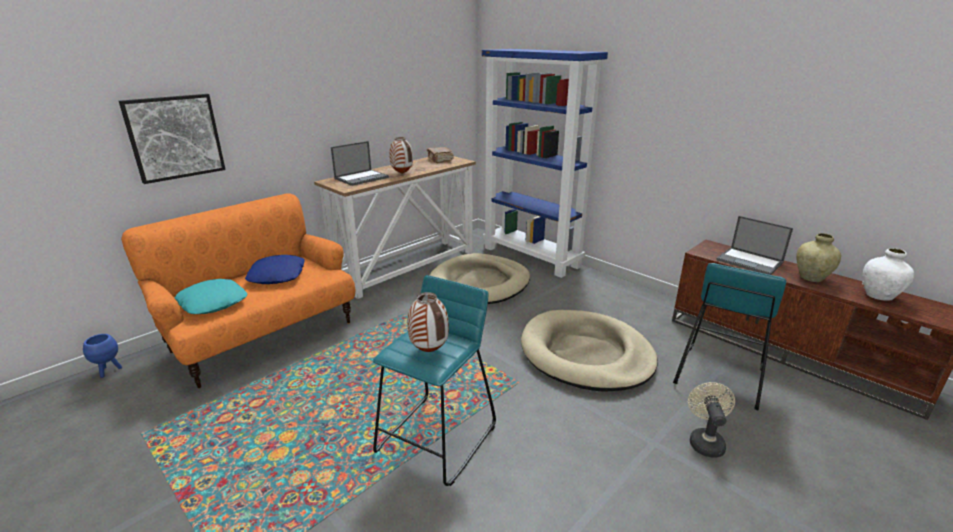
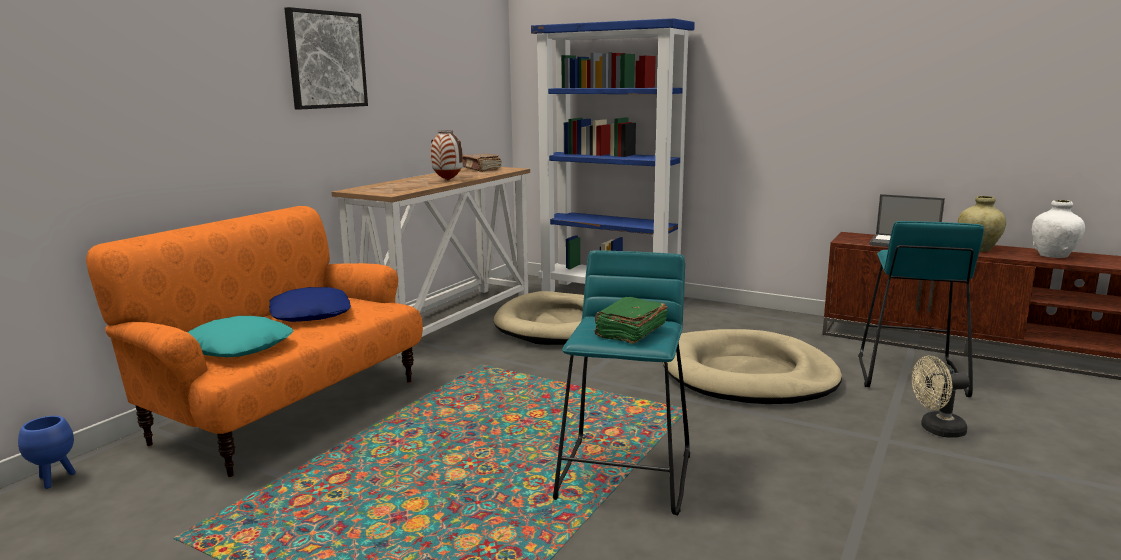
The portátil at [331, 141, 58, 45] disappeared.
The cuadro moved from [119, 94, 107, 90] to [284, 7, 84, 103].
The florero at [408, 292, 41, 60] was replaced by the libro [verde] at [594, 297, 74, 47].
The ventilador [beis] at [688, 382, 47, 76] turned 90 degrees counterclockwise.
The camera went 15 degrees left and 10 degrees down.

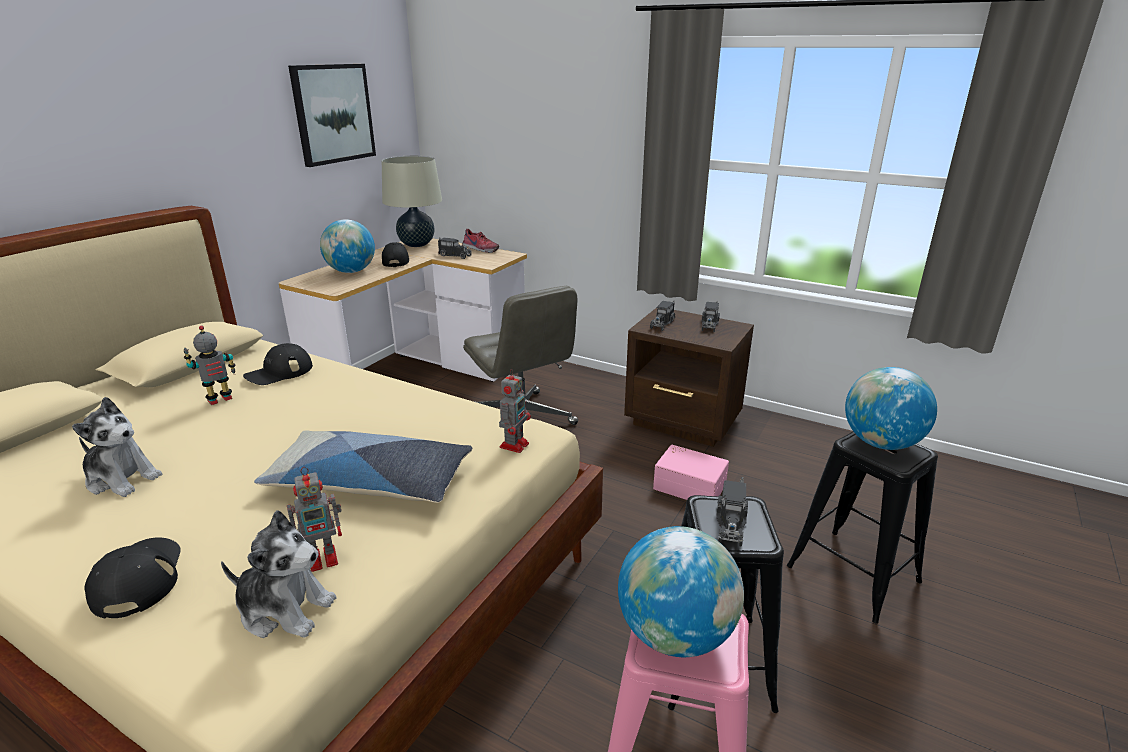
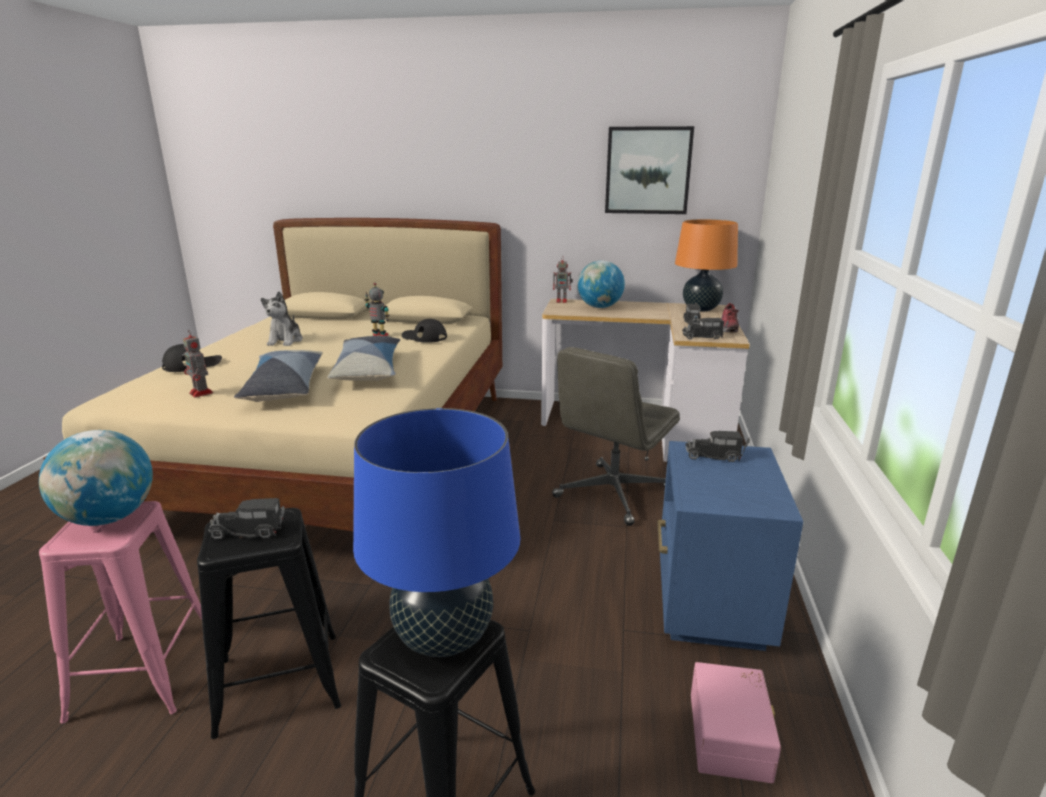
The peluche at [221, 510, 115, 128] disappeared.
The gorra [negro] at [382, 242, 27, 25] disappeared.
The cojín at [327, 336, 73, 45] appeared.
The robot de juguete moved from [499, 369, 32, 84] to [553, 256, 20, 47].
The caja de almacenaje [rosa] moved from [653, 445, 76, 55] to [691, 662, 90, 121].
The camión de juguete moved from [701, 300, 19, 32] to [682, 318, 47, 21].
The globo terráqueo at [845, 367, 92, 83] was replaced by the lámpara de mesa [azul] at [353, 408, 168, 249].
The lámpara de mesa [beis] at [382, 156, 60, 91] became the lámpara de mesa [naranja] at [675, 219, 63, 92].
The mesita de noche [marrón] at [624, 308, 130, 139] became the mesita de noche [azul] at [657, 441, 146, 210].
The camera went 70 degrees right and 5 degrees down.

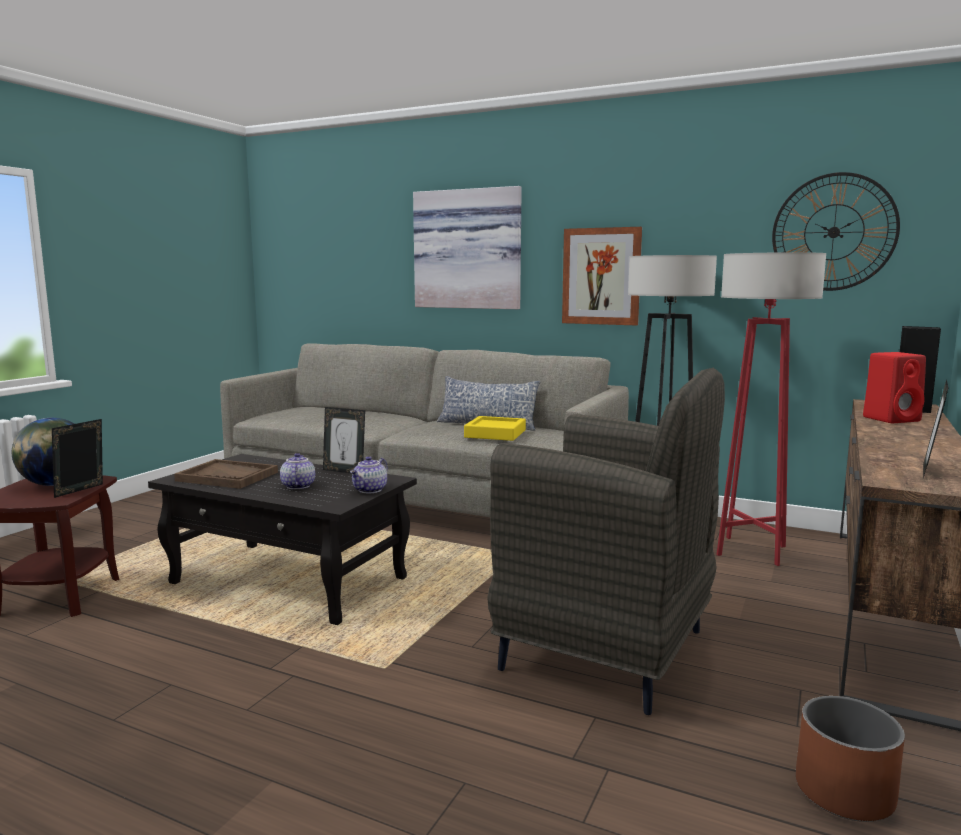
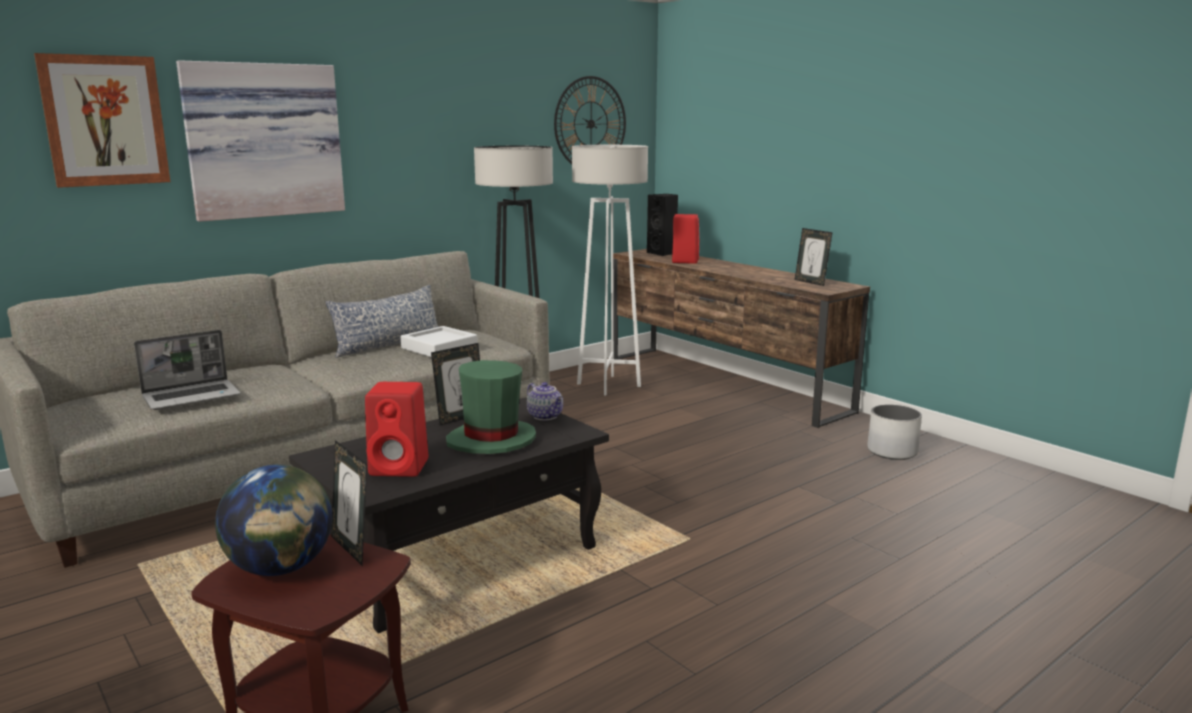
The sillón [gris] at [487, 367, 238, 348] disappeared.
The portátil at [134, 330, 107, 80] appeared.
The cuadro moved from [562, 227, 80, 98] to [34, 53, 136, 135].
The bandeja [marrón] at [174, 459, 104, 30] was replaced by the altavoz [rojo] at [365, 382, 63, 95].
The tetera at [280, 453, 35, 36] was replaced by the sombrero [verde] at [446, 360, 90, 94].
The bandeja [amarillo] at [464, 416, 62, 25] became the bandeja [blanco] at [401, 326, 77, 31].
The lámpara de pie [rojo] at [716, 252, 110, 314] became the lámpara de pie [blanco] at [572, 145, 76, 251].
The maceta [marrón] at [796, 696, 109, 126] became the maceta [blanco] at [867, 405, 55, 55].
The camera went 65 degrees left and 5 degrees up.

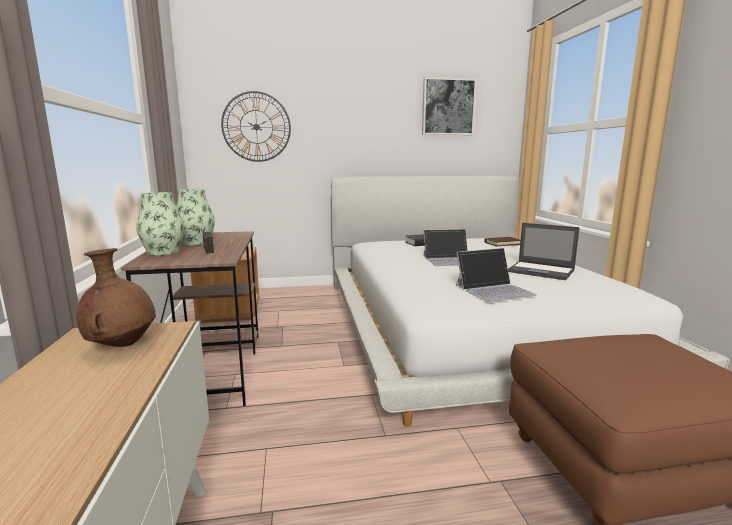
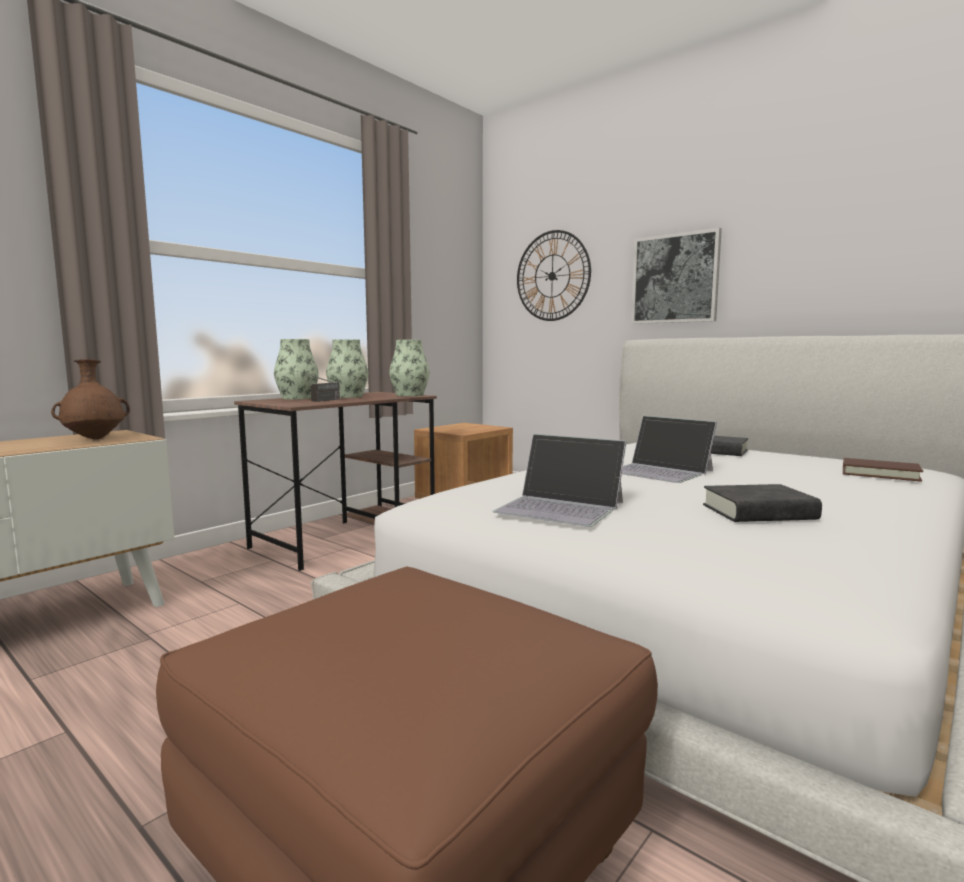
The florero at [389, 340, 41, 56] appeared.
The cuadro moved from [422, 77, 55, 58] to [631, 228, 91, 96].
The portátil at [508, 223, 72, 57] was replaced by the libro [negro] at [703, 484, 119, 38].
The camera went 50 degrees right and 5 degrees down.

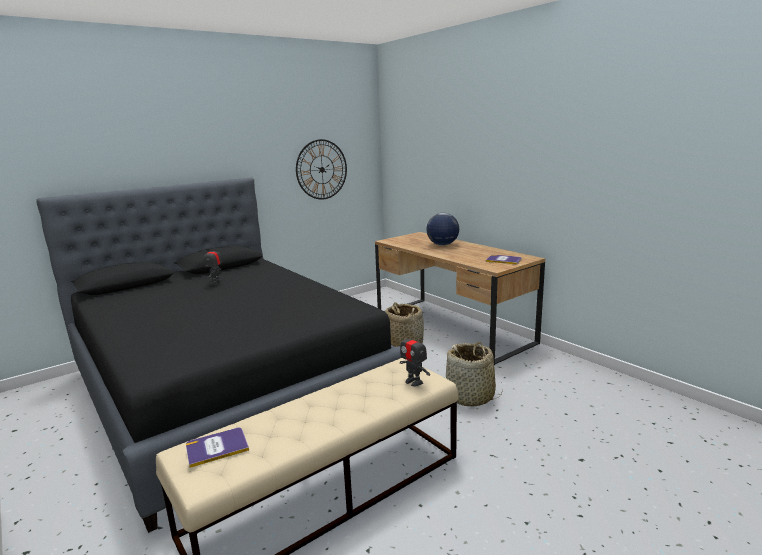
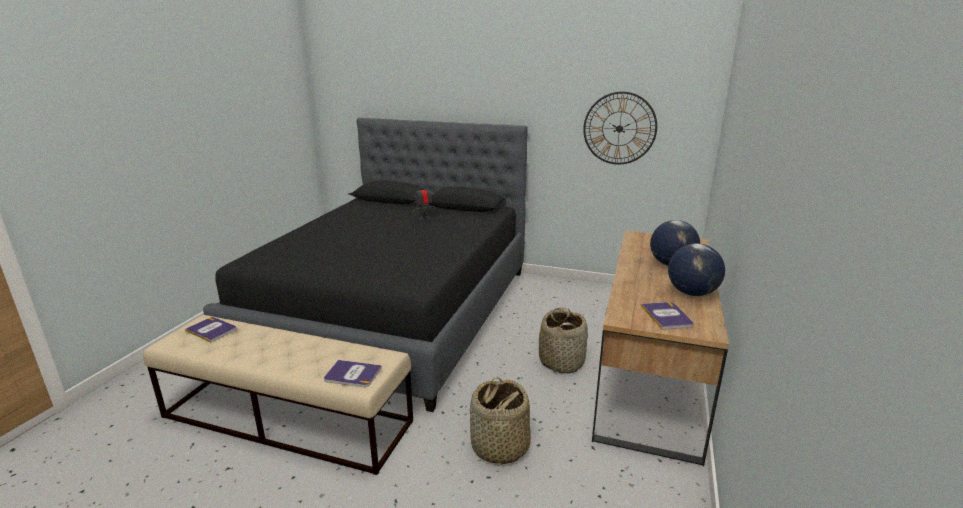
The globo terráqueo at [668, 243, 57, 53] appeared.
The robot de juguete at [400, 328, 30, 59] was replaced by the libro at [324, 360, 58, 27].
The camera went 55 degrees right and 5 degrees up.

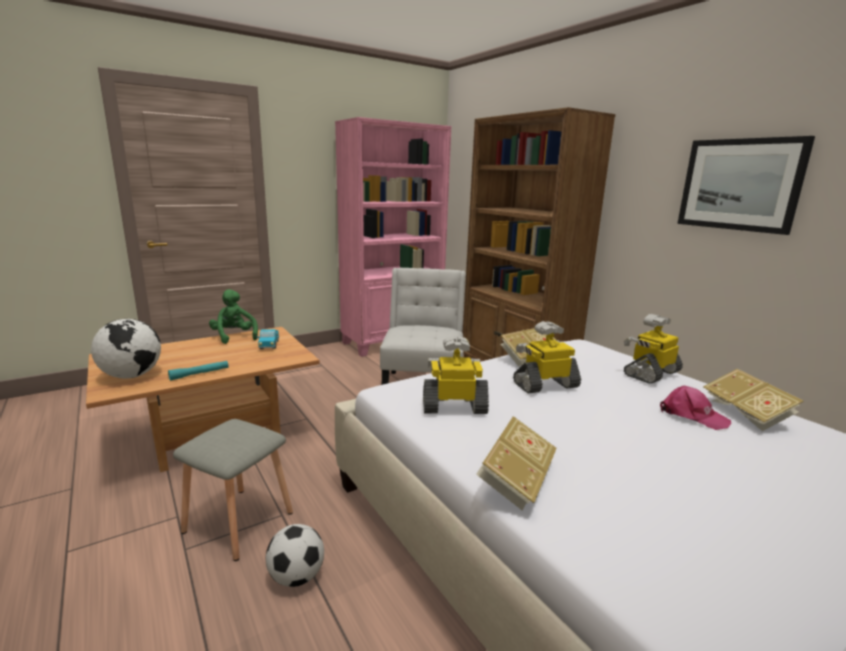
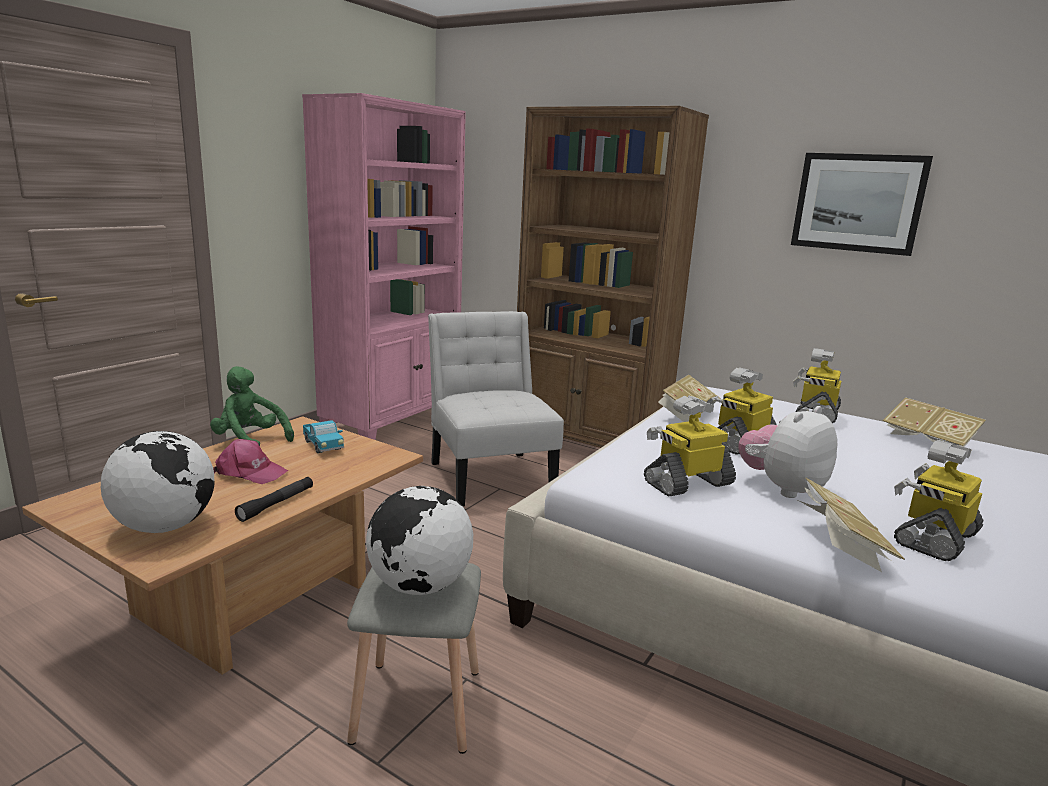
The balón de fútbol at [266, 524, 58, 63] disappeared.
The globo terráqueo at [366, 486, 107, 109] appeared.
The peluche at [738, 406, 99, 92] appeared.
The robot de juguete at [894, 440, 89, 121] appeared.
The gorra [rosa] moved from [660, 386, 71, 44] to [213, 439, 75, 45].
The linterna [turquesa] at [168, 361, 60, 20] became the linterna [negro] at [235, 477, 78, 45].
The camera went 25 degrees left and 0 degrees up.

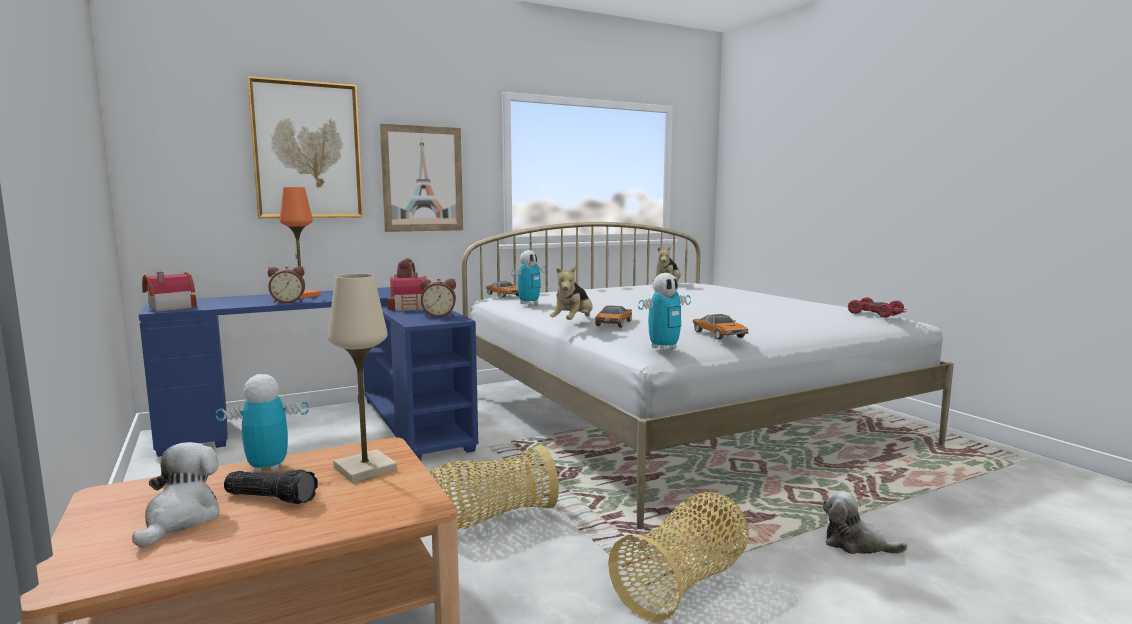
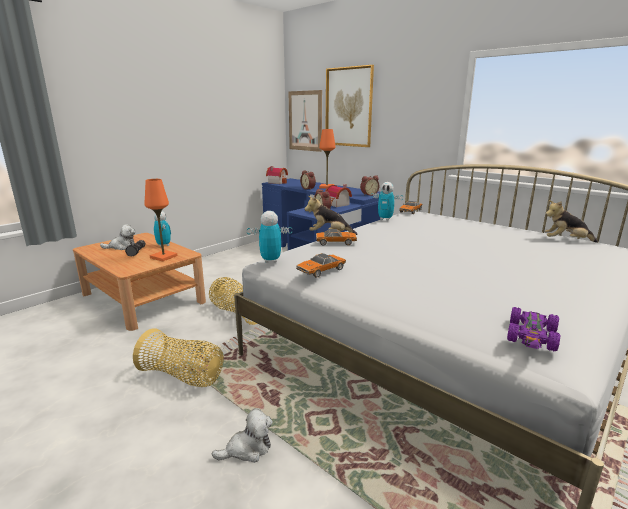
The cuadro moved from [380, 124, 83, 108] to [289, 90, 33, 62].
The lámpara de mesa [beis] at [328, 274, 69, 209] became the lámpara de mesa [naranja] at [144, 179, 34, 83].
The coche de juguete [rojo] at [848, 297, 59, 21] became the coche de juguete [morado] at [507, 307, 53, 44].
The robot de juguete at [638, 273, 53, 78] turned 135 degrees clockwise.
The peluche at [823, 491, 84, 63] turned 60 degrees clockwise.
The camera went 70 degrees right and 10 degrees up.

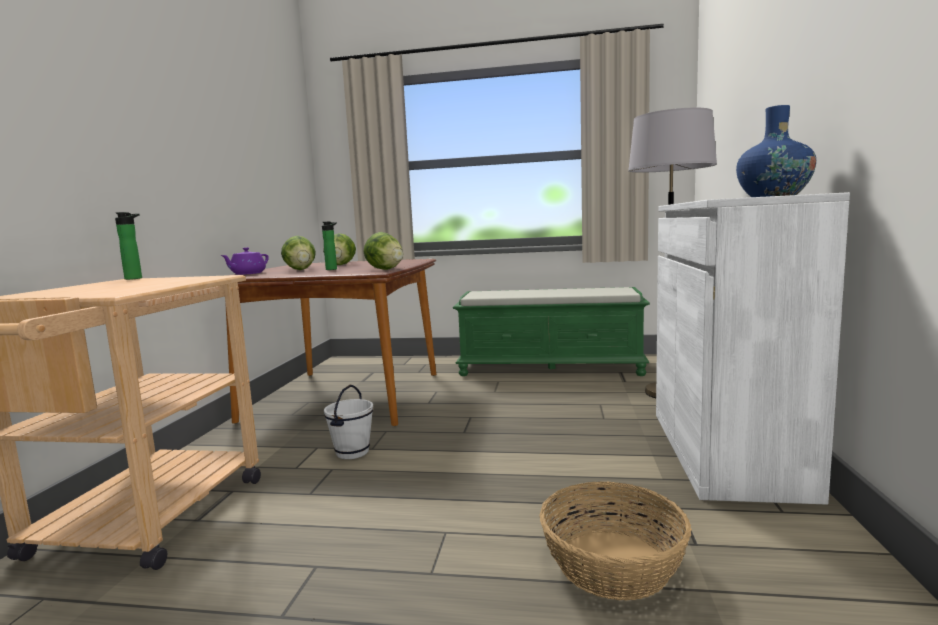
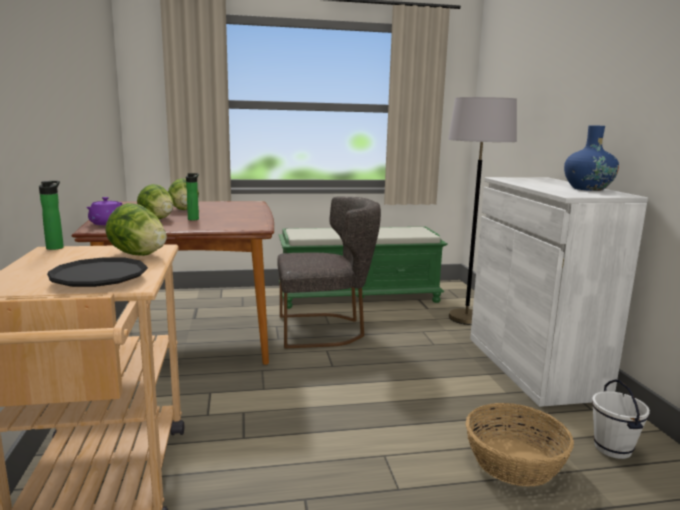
The plato [negro] at [47, 257, 101, 30] appeared.
The silla [gris] at [277, 197, 104, 152] appeared.
The cubo [blanco] moved from [324, 385, 49, 74] to [592, 379, 58, 80].
The lechuga moved from [363, 232, 40, 38] to [105, 203, 62, 53].
The camera went 20 degrees left and 5 degrees up.

